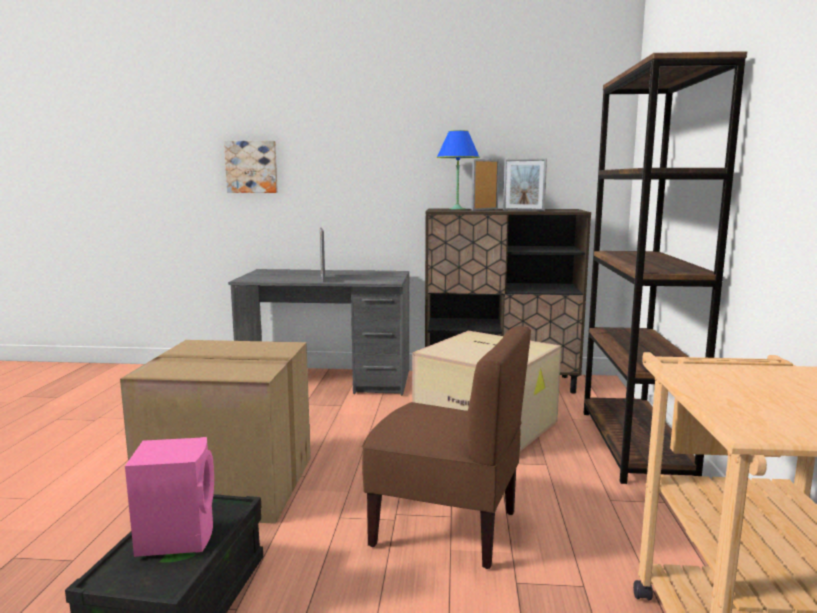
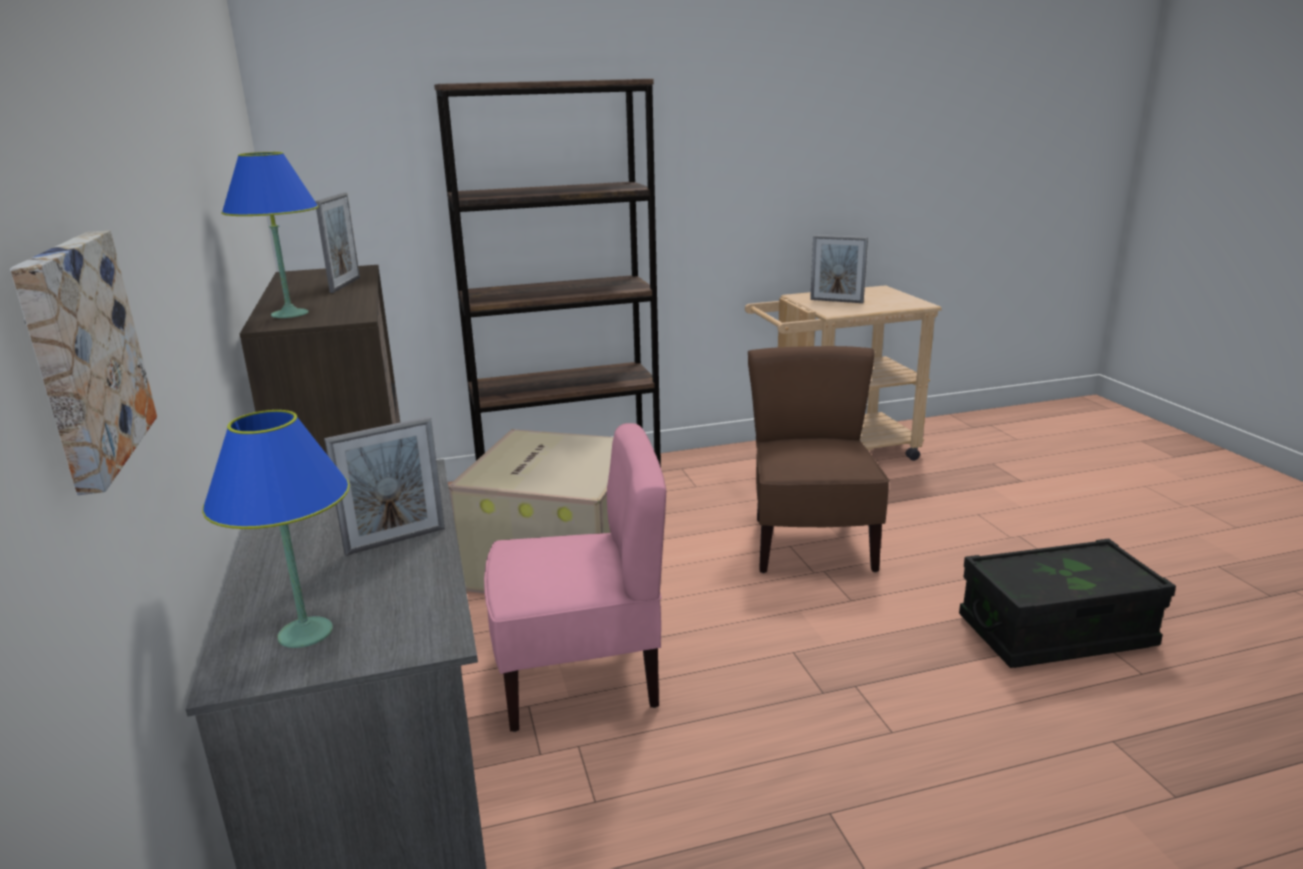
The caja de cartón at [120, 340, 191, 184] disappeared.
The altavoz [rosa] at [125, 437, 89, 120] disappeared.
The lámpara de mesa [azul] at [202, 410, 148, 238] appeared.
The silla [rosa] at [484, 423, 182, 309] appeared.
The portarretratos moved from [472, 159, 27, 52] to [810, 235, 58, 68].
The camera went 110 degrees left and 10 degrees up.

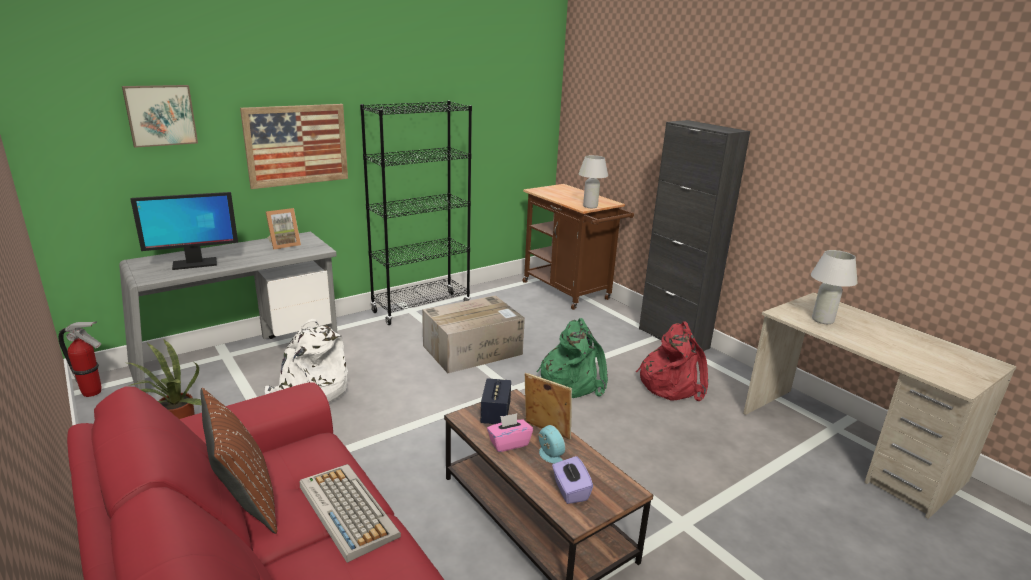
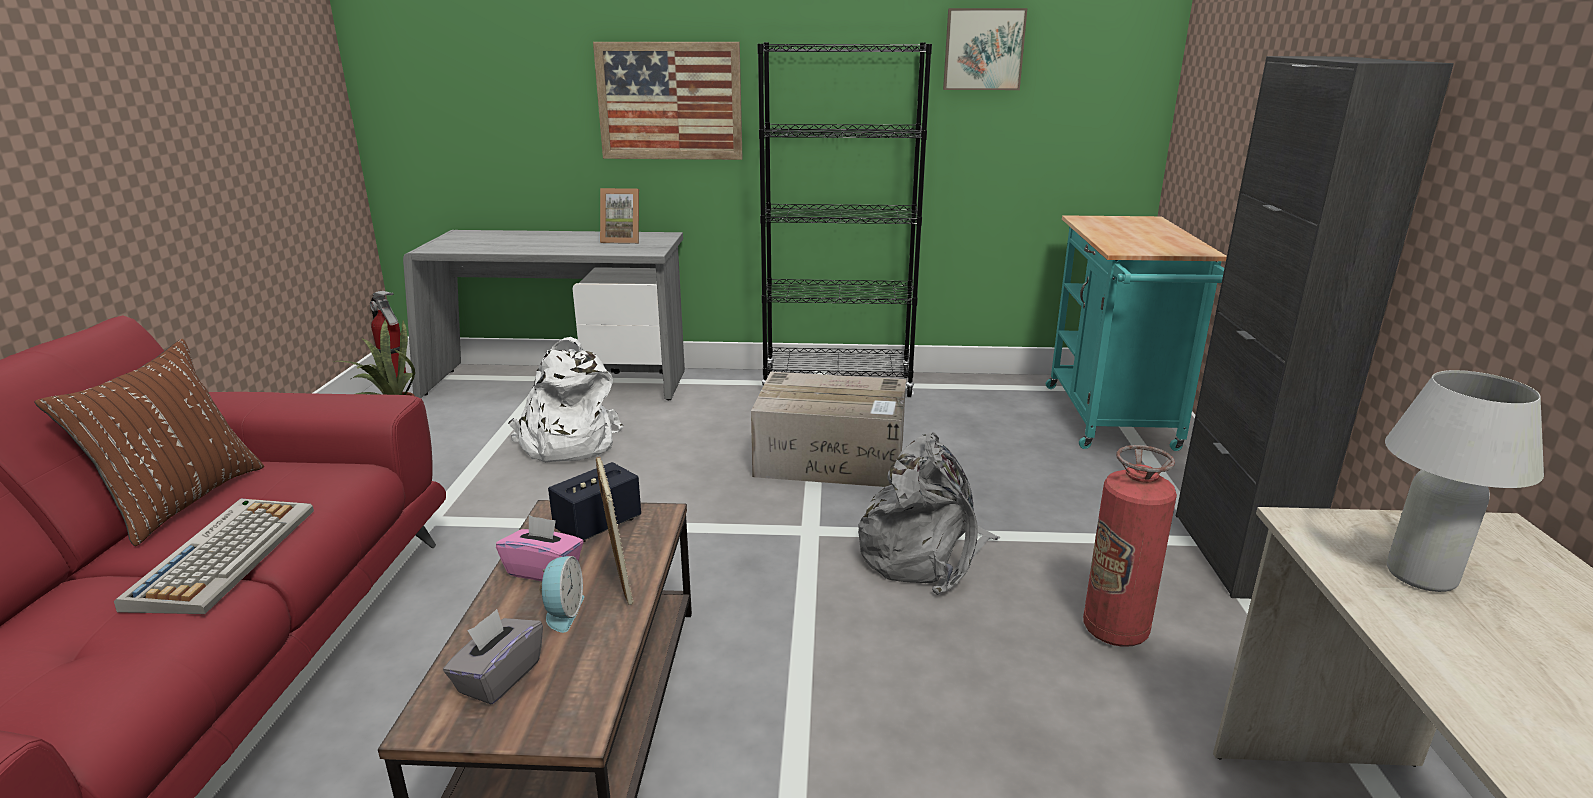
The monitor at [130, 192, 108, 78] disappeared.
The lámpara de mesa [blanco] at [578, 155, 30, 53] disappeared.
The cuadro moved from [122, 85, 76, 63] to [943, 8, 84, 82].
The mochila [rojo] at [636, 322, 72, 79] was replaced by the extintor at [1083, 445, 94, 202].
The carrito [marrón] at [522, 184, 112, 126] became the carrito [turquesa] at [1046, 215, 181, 236].
The mochila [verde] at [536, 318, 72, 80] became the mochila [gris] at [858, 432, 142, 163].
The caja de pañuelos [morado] at [552, 456, 41, 48] became the caja de pañuelos [gris] at [443, 609, 100, 95].
The camera went 40 degrees right and 0 degrees up.

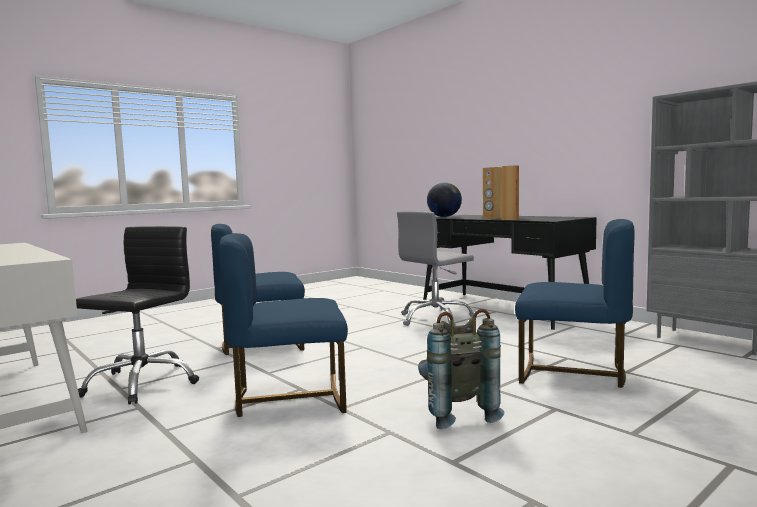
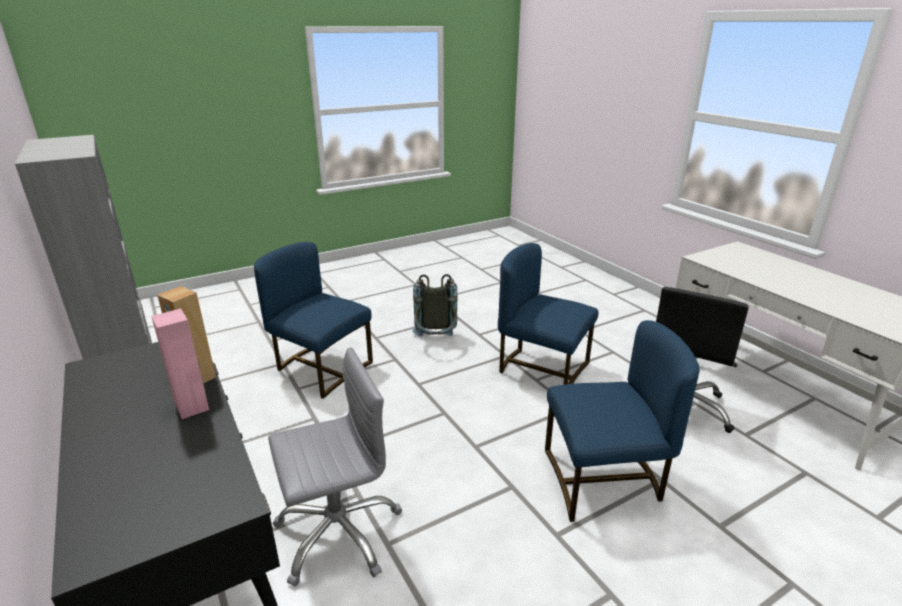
The globo terráqueo at [427, 183, 35, 34] disappeared.
The altavoz [marrón] at [483, 167, 19, 52] became the altavoz [rosa] at [151, 308, 58, 111].
The silla [azul] at [219, 233, 129, 184] turned 150 degrees counterclockwise.
The camera went 170 degrees left and 20 degrees up.

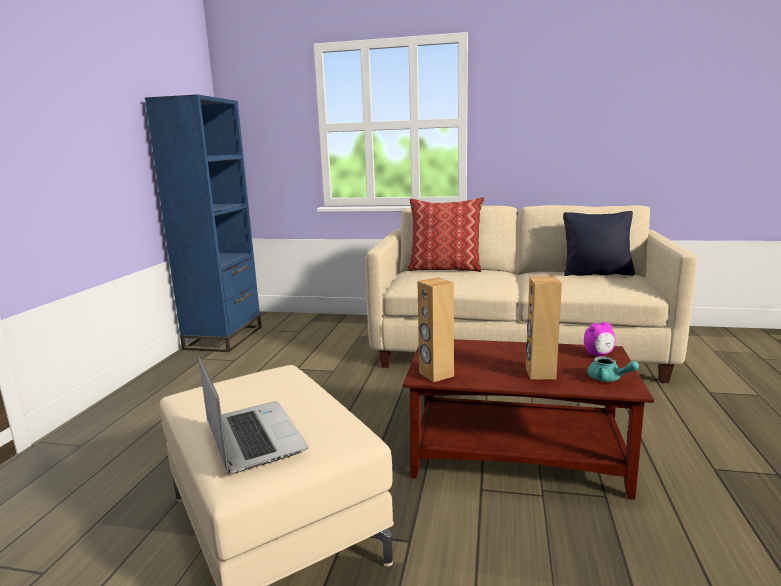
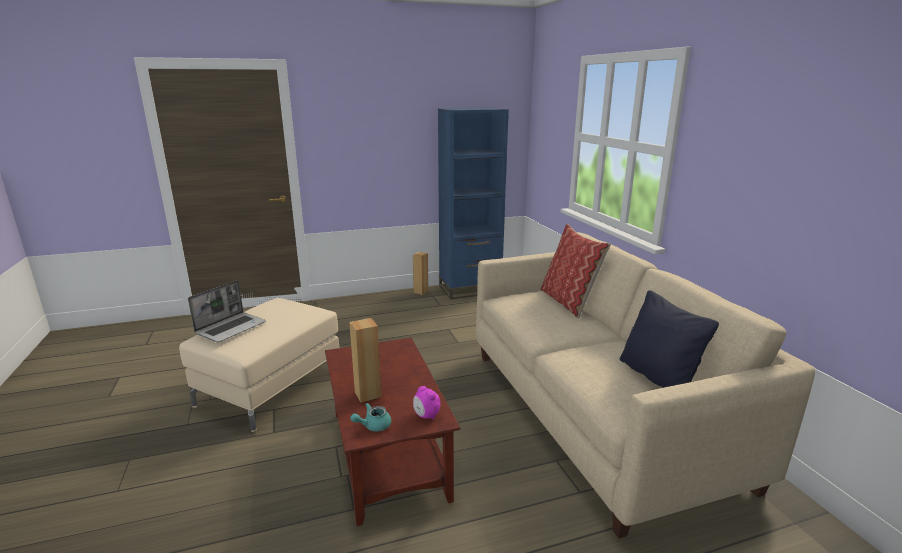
The altavoz [marrón] moved from [417, 277, 37, 105] to [413, 252, 16, 43].
The tetera [turquesa] at [588, 356, 51, 26] turned 45 degrees clockwise.
The camera went 60 degrees right and 5 degrees up.

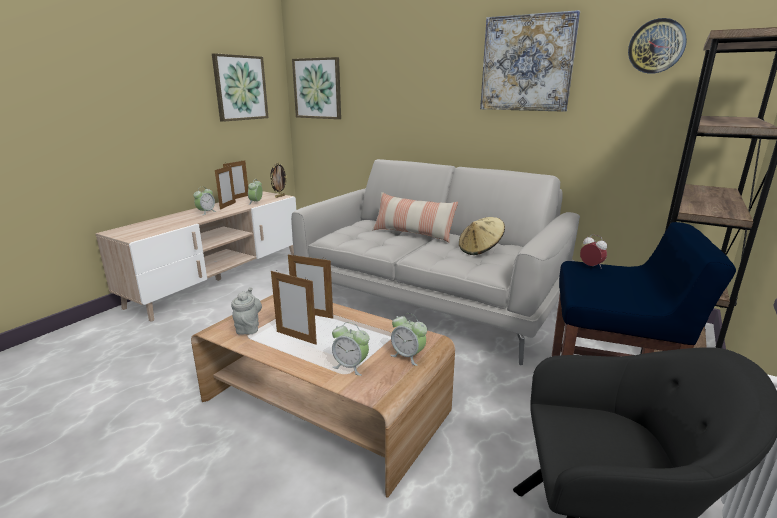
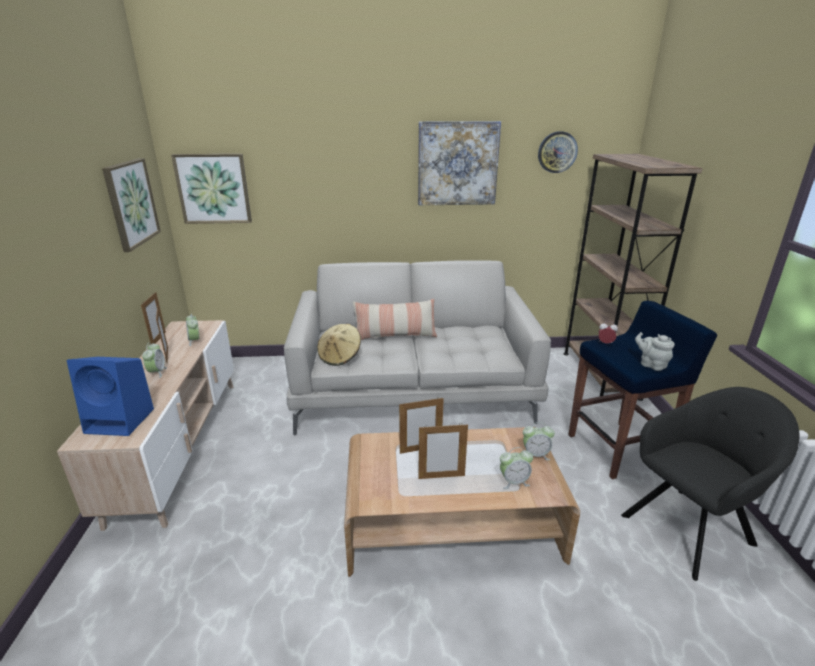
The portarretratos at [270, 162, 18, 36] disappeared.
The altavoz [azul] at [67, 357, 87, 79] appeared.
The tetera [gris] moved from [231, 287, 31, 48] to [635, 332, 40, 39].
The sombrero [beis] moved from [459, 217, 46, 38] to [317, 324, 44, 42].
The camera went 35 degrees left and 5 degrees up.

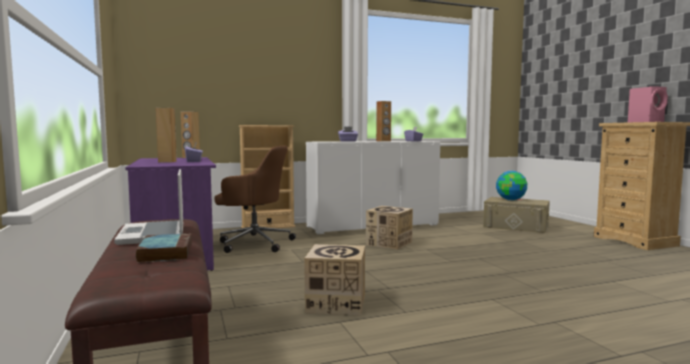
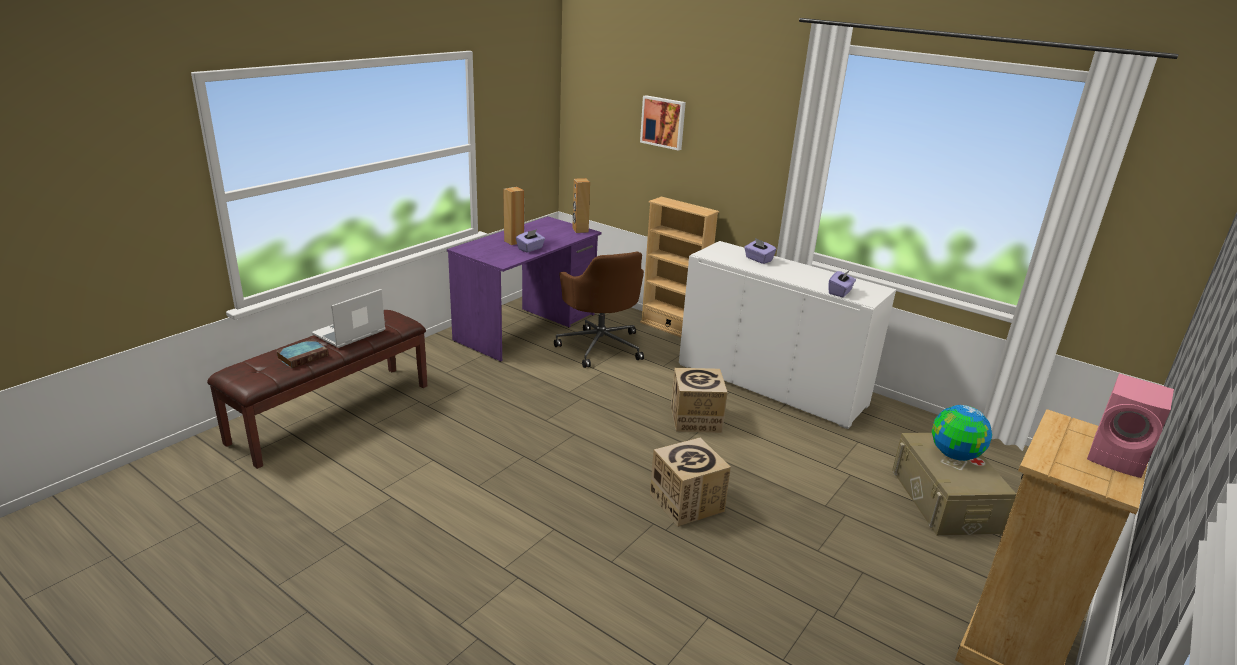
The altavoz [marrón] at [376, 101, 15, 41] disappeared.
The cuadro at [640, 95, 46, 55] appeared.
The caja de cartón moved from [304, 244, 61, 72] to [650, 438, 81, 89].
The camera went 55 degrees right and 20 degrees up.

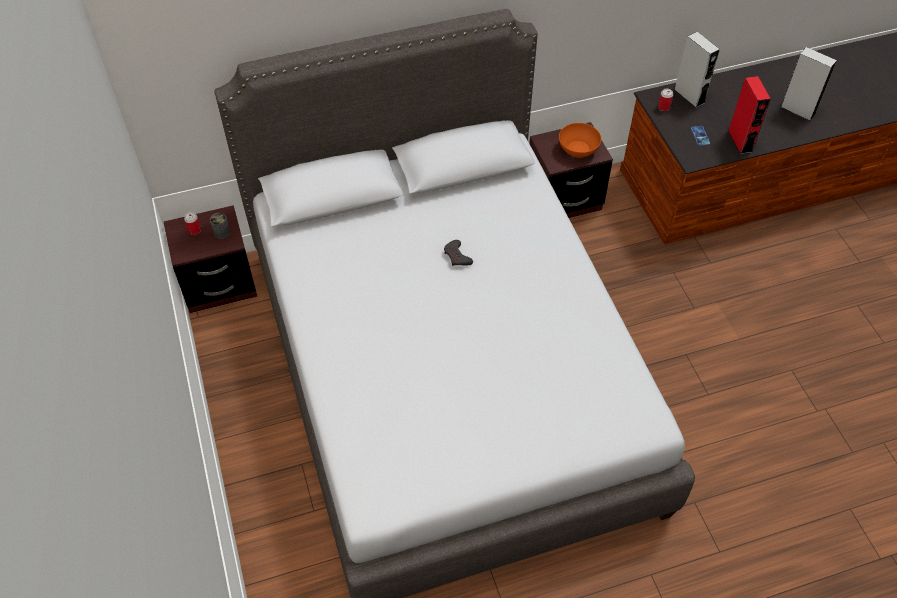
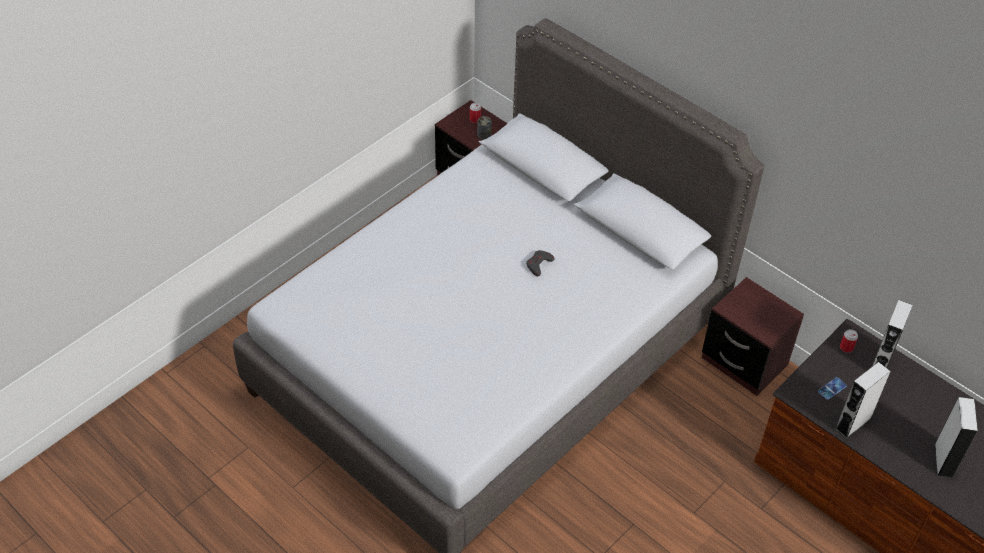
The cuenco [naranja] at [559, 123, 42, 35] disappeared.
The altavoz [rojo] at [728, 76, 43, 78] became the altavoz [gris] at [835, 362, 55, 76].
The camera went 60 degrees right and 5 degrees down.

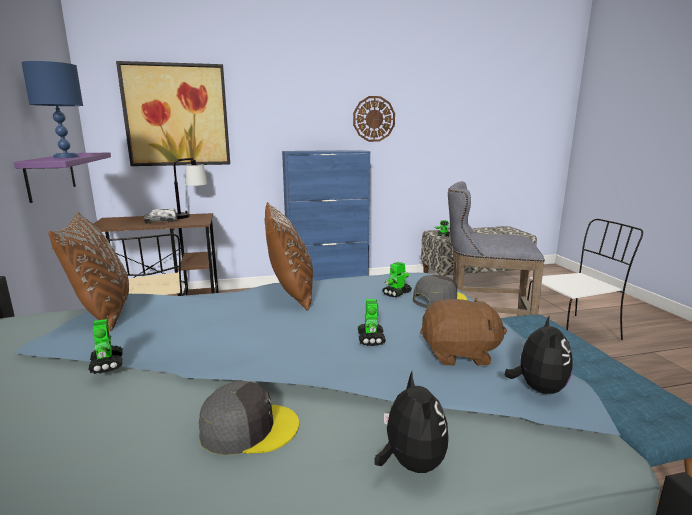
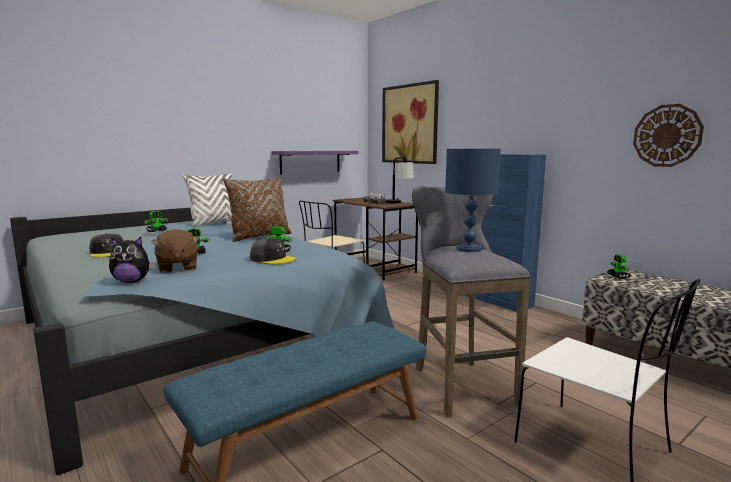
The peluche at [374, 371, 75, 102] disappeared.
The lámpara de mesa [azul] moved from [21, 61, 62, 97] to [445, 149, 56, 103].
The reloj de pared moved from [353, 96, 42, 46] to [633, 104, 71, 63].
The cojín [marrón] at [48, 212, 81, 119] became the cojín [blanco] at [183, 173, 49, 54].
The camera went 65 degrees right and 5 degrees down.

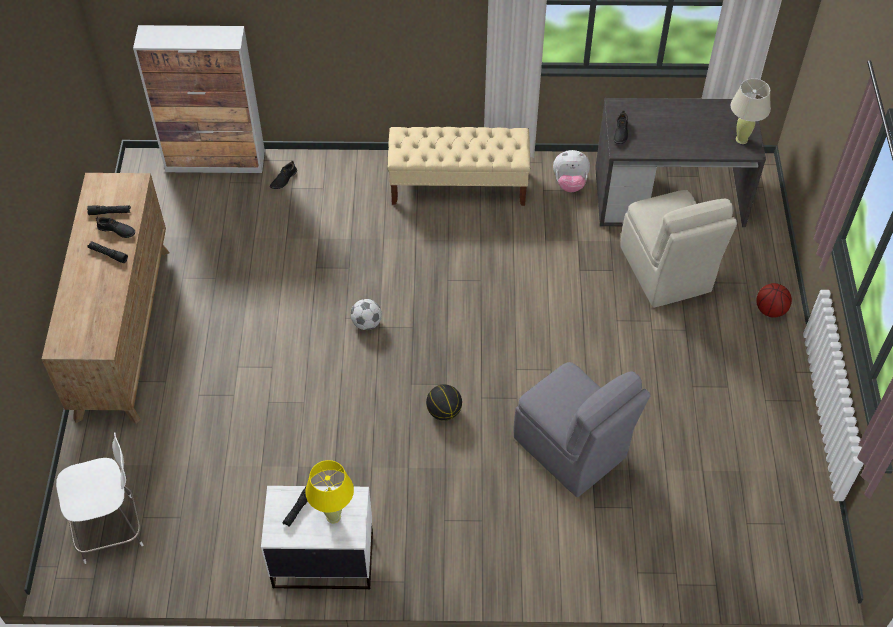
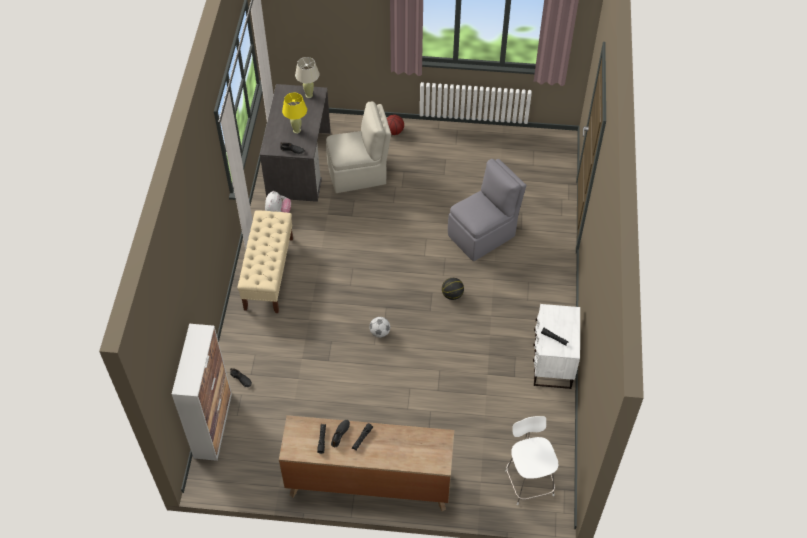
The lámpara de mesa [amarillo] moved from [305, 460, 49, 64] to [282, 93, 25, 41].
The camera went 85 degrees left and 0 degrees up.

